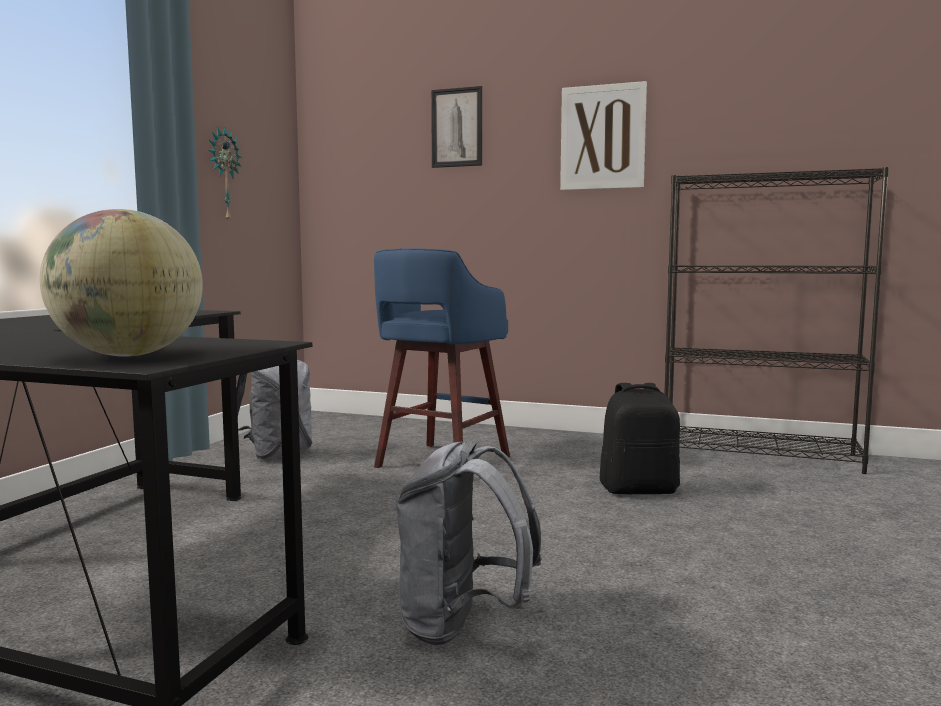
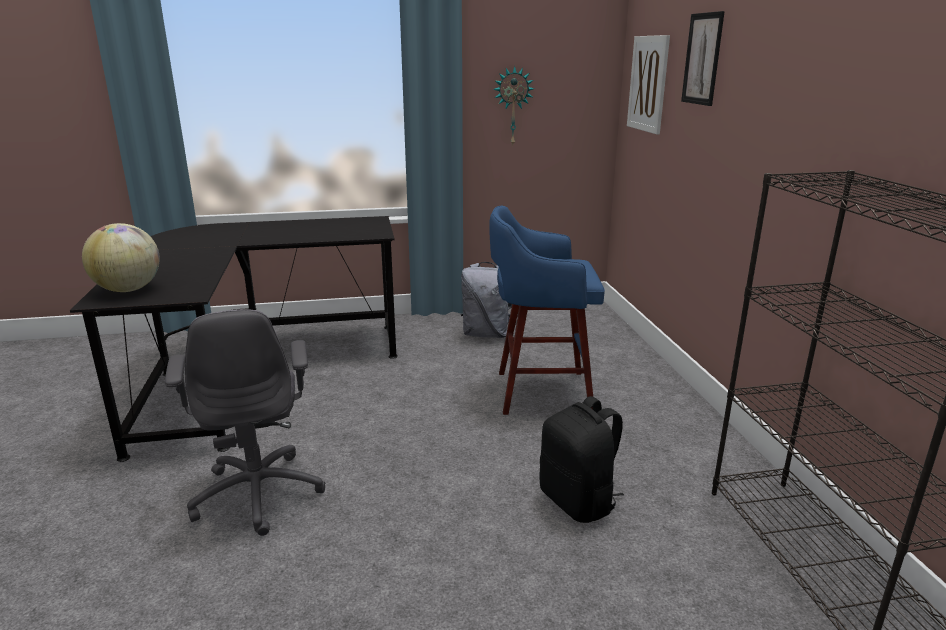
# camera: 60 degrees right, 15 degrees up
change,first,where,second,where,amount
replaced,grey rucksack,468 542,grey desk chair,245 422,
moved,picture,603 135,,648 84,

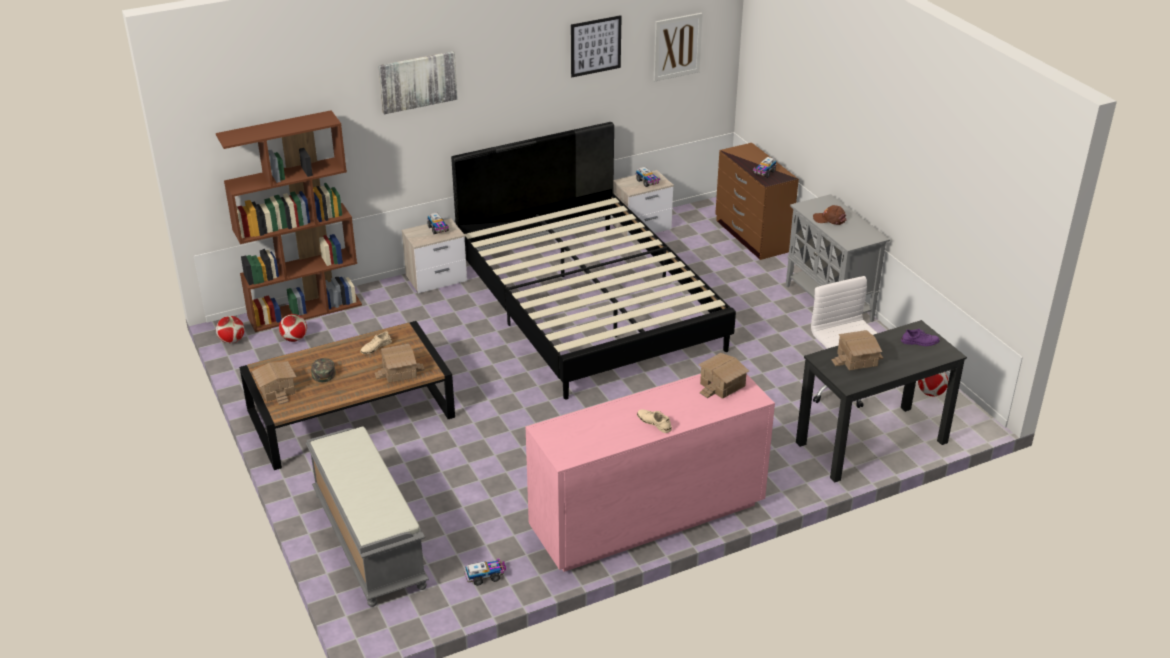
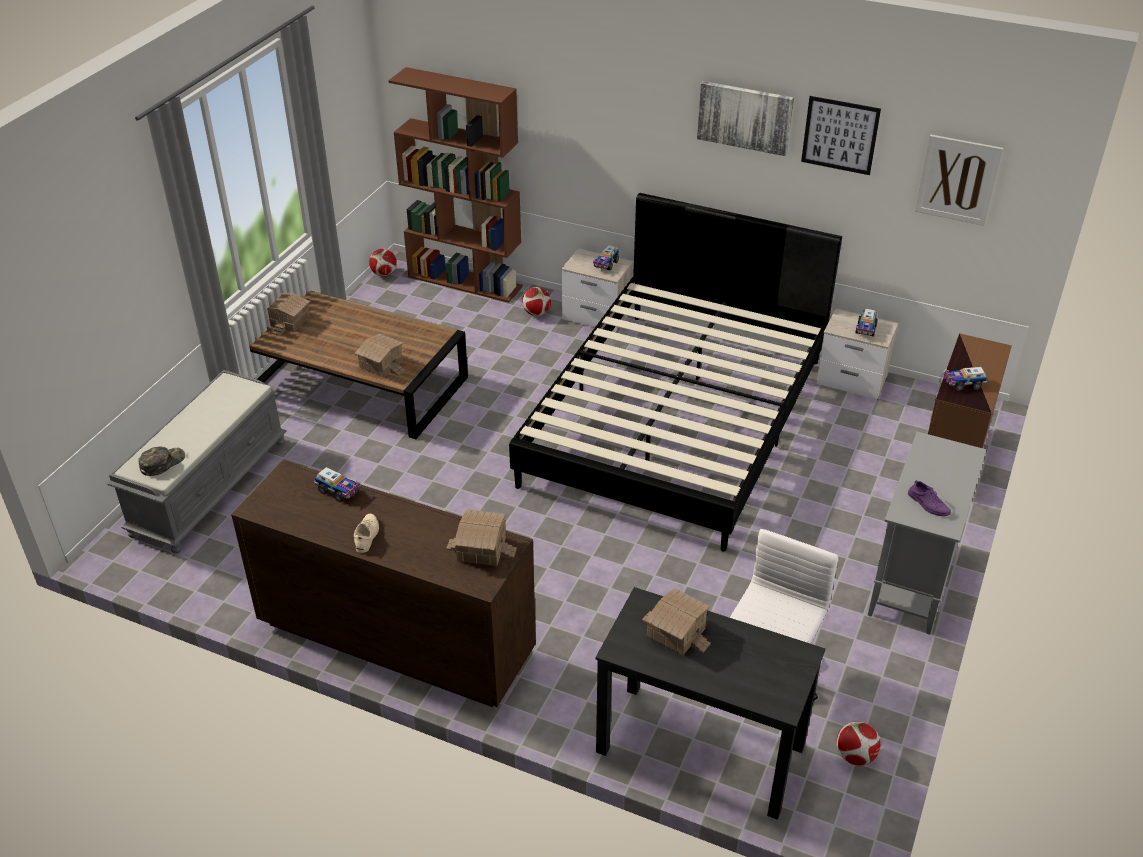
# camera: 50 degrees right, 5 degrees up
change,first,where,second,where,amount
moved,ball for football,293 328,,536 301,
moved,green baseball cap,323 370,,161 461,
removed,beige low shoe,376 342,,,
moved,picture,418 82,,745 118,
moved,model truck,485 572,,337 485,
recoloured,pink chest of drawers,650 473,brown chest of drawers,383 583,
removed,brown baseball cap,830 215,,,
moved,purple-coloured low shoe,920 337,,929 498,

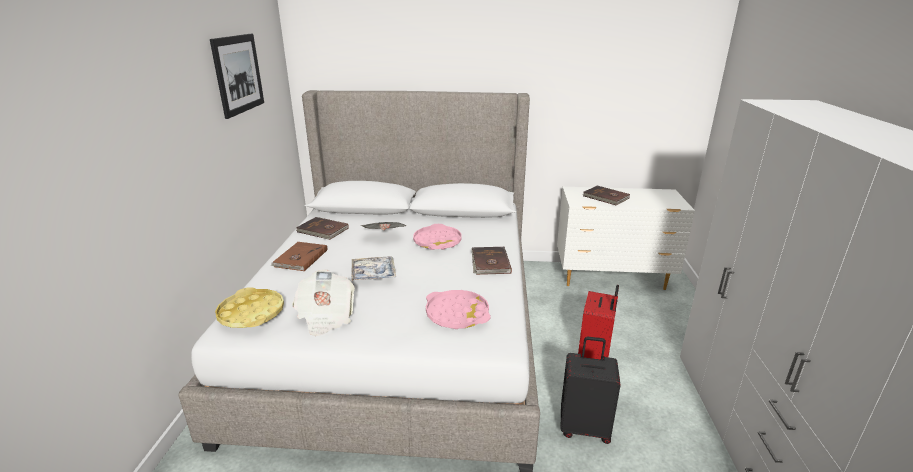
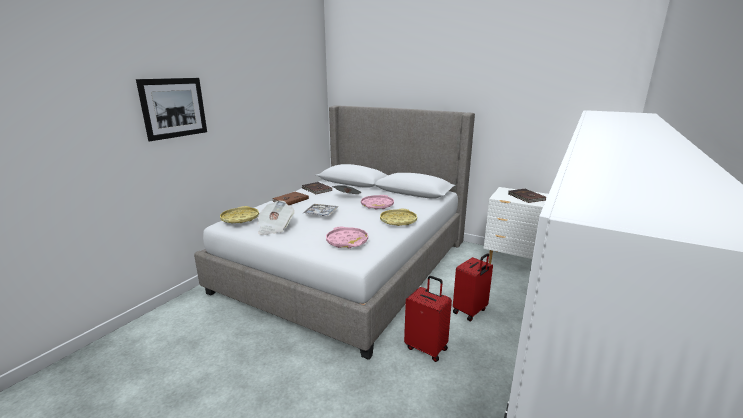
# camera: 25 degrees right, 5 degrees down
change,first,where,second,where,amount
moved,picture,237 76,,171 109,
replaced,brown volume,491 261,yellow-coloured serving tray,398 217,
recoloured,blackish suitcase,590 390,reddish suitcase,428 319,

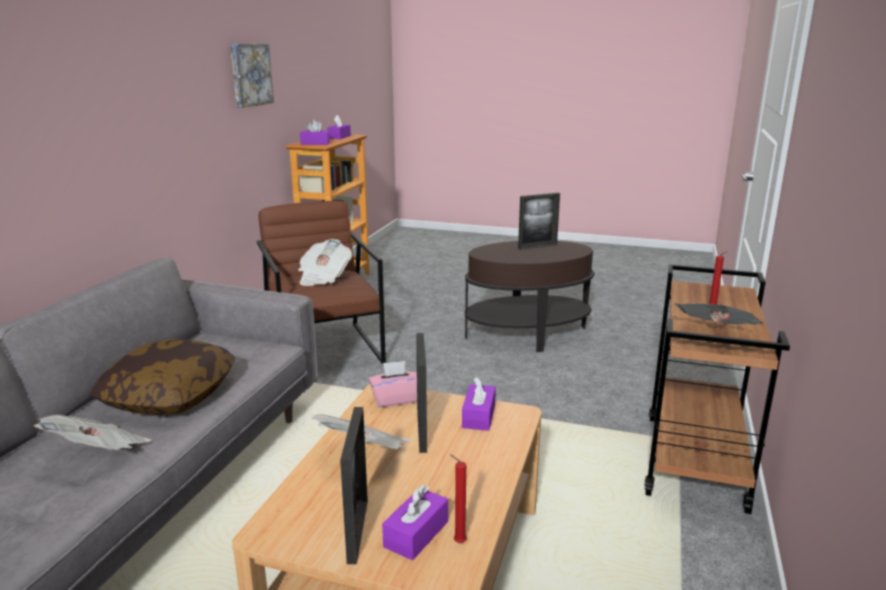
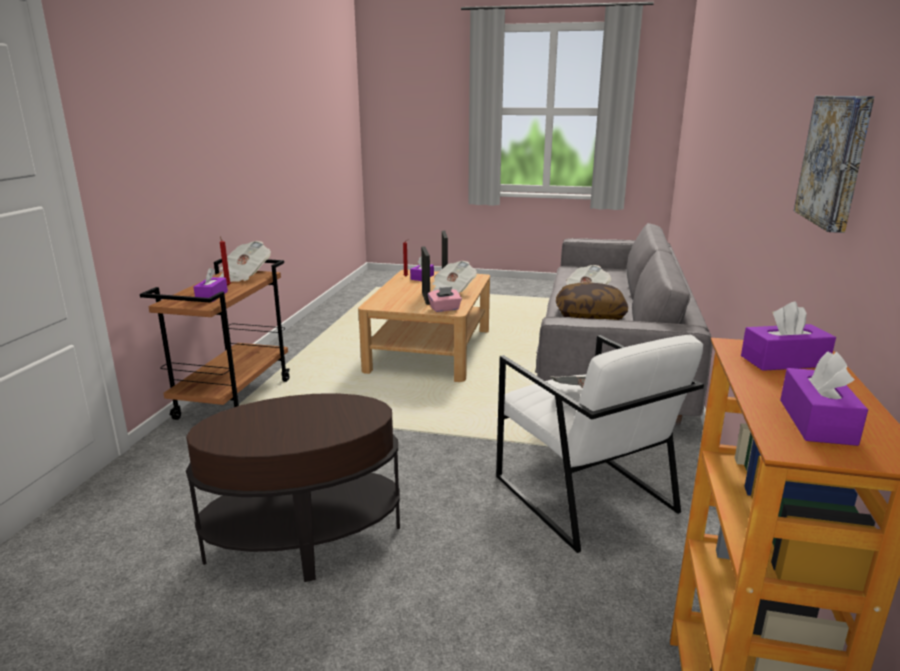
# camera: 175 degrees right, 0 degrees up
change,first,where,second,where,amount
recoloured,brown armchair,321 282,white-coloured armchair,600 444,
moved,purple-coloured box of tissues,479 404,,211 285,
removed,photo frame,539 221,,,

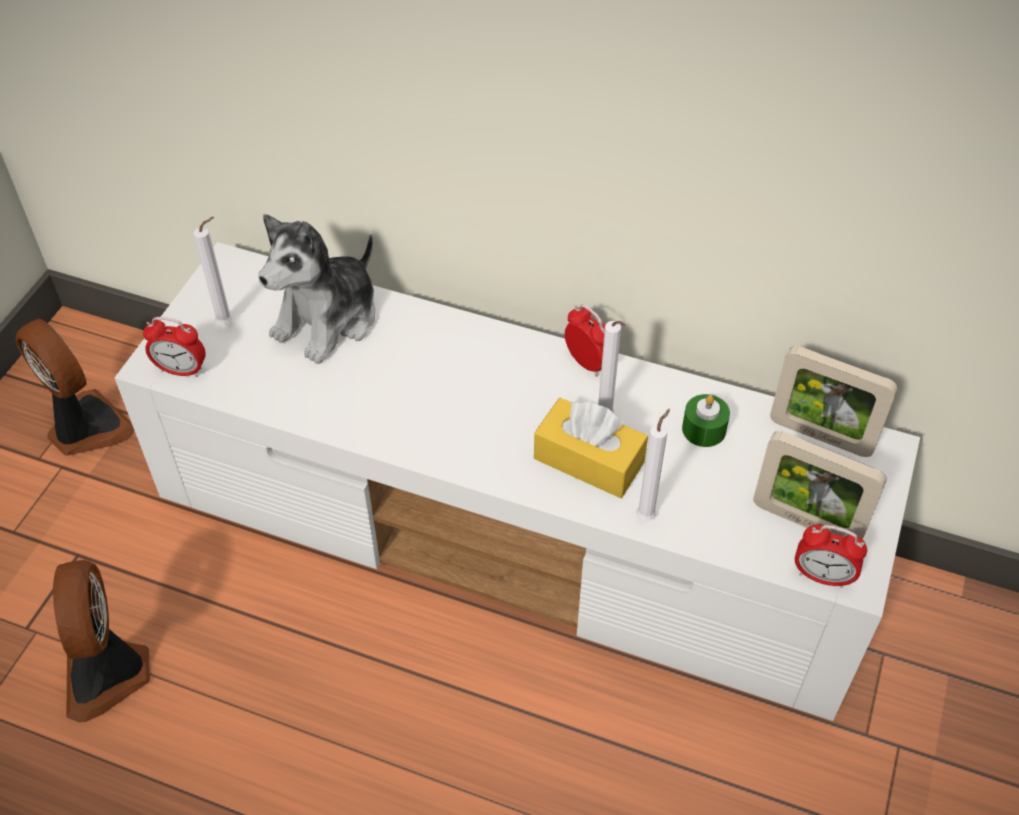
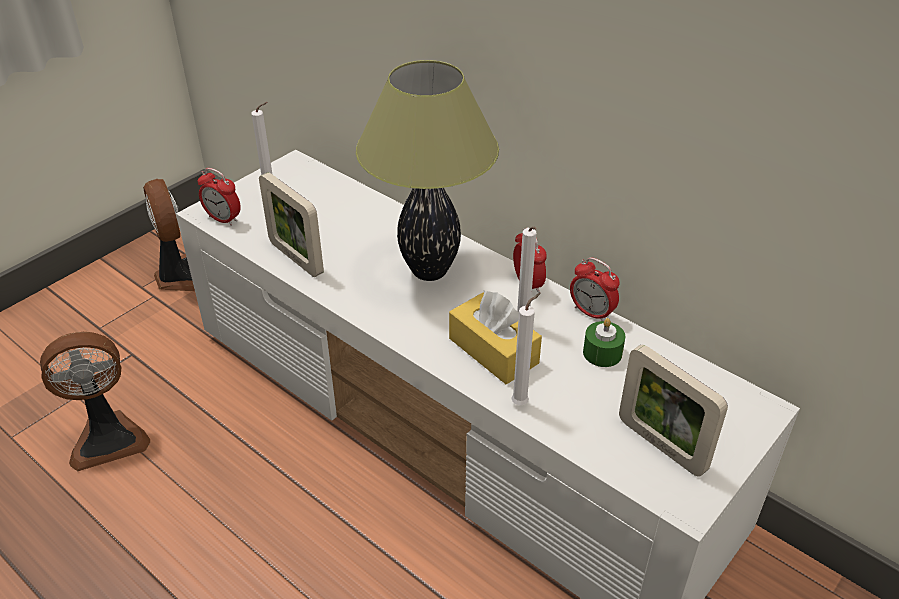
# camera: 20 degrees right, 10 degrees down
change,first,where,second,where,amount
turned,electric fan,101 641,,95 401,120 degrees counterclockwise
removed,plush toy,316 289,,,
moved,photo frame,834 401,,291 224,
moved,alarm clock,831 556,,595 289,
added,,,tabletop lamp,427 170,

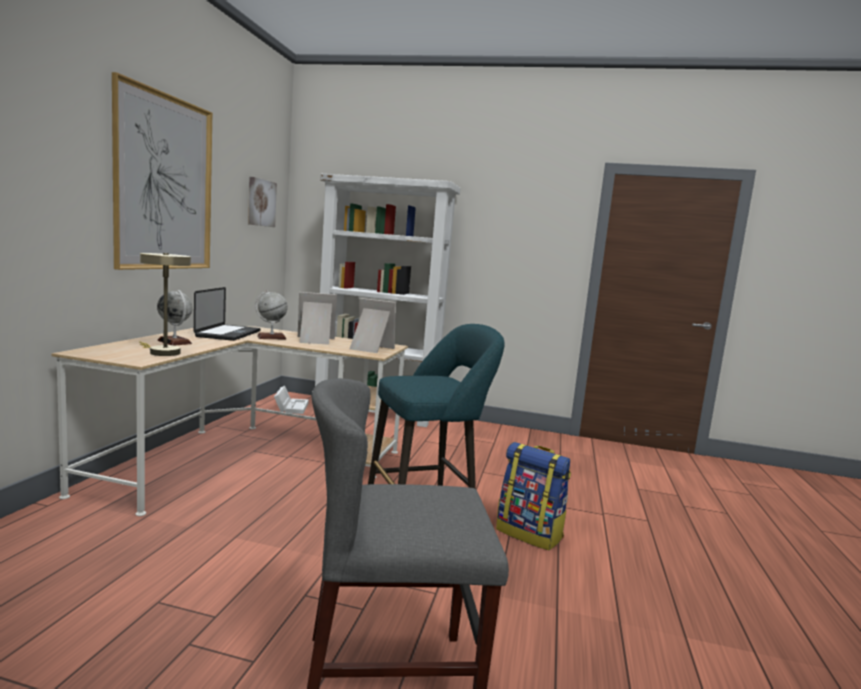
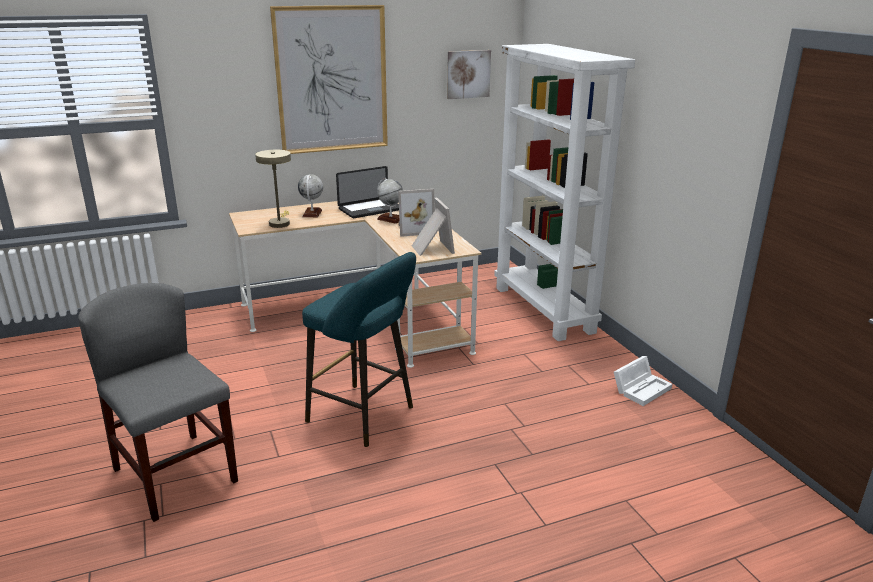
# camera: 55 degrees right, 15 degrees up
change,first,where,second,where,amount
moved,white-coloured storage container,291 400,,643 381,
turned,photo frame,317 318,,416 213,120 degrees clockwise
removed,rucksack,533 496,,,

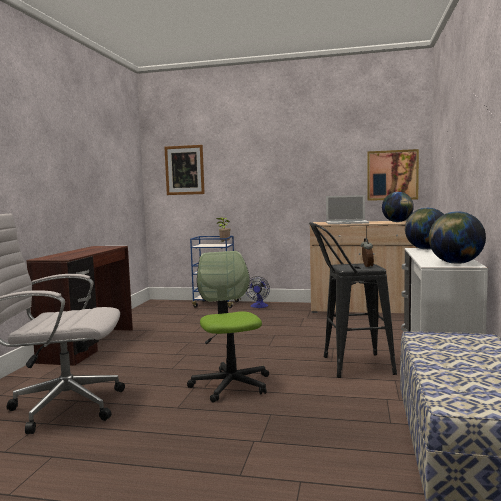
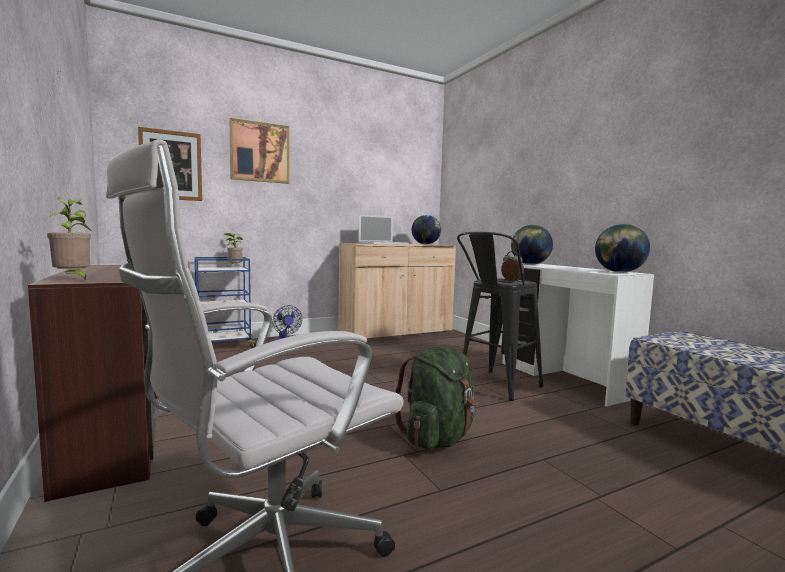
# camera: 40 degrees left, 0 degrees up
change,first,where,second,where,amount
replaced,desk chair,228 327,green rucksack,436 397,
moved,picture,393 175,,259 151,
added,,,houseplant,69 239,

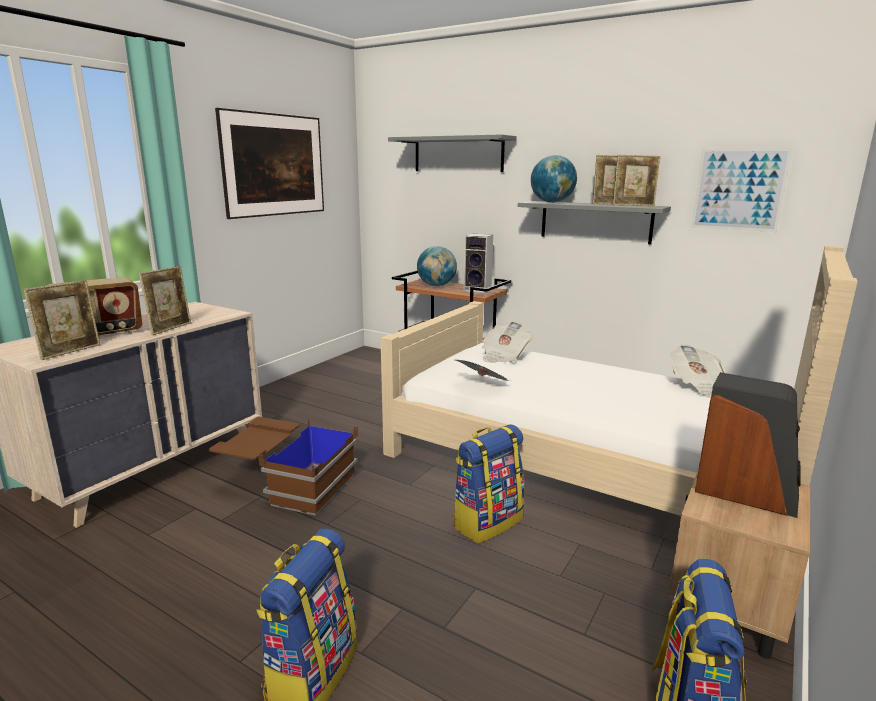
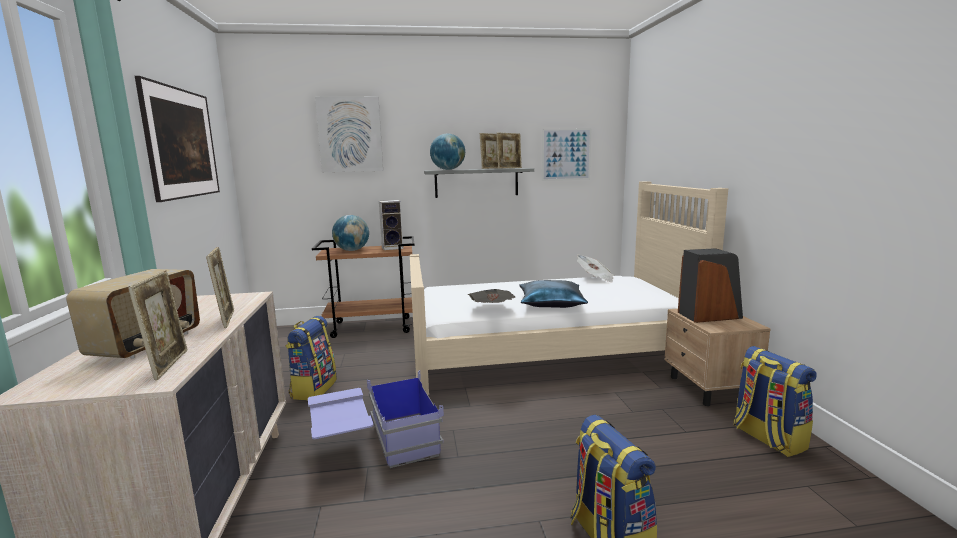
# camera: 40 degrees left, 5 degrees down
change,first,where,second,where,amount
recoloured,brown storage container,283 466,blue storage container,376 419,
replaced,grey wall shelf,452 153,picture,349 134,
moved,rucksack,488 484,,311 358,
removed,daily paper,507 342,,,
added,,,blue throw pillow,553 294,

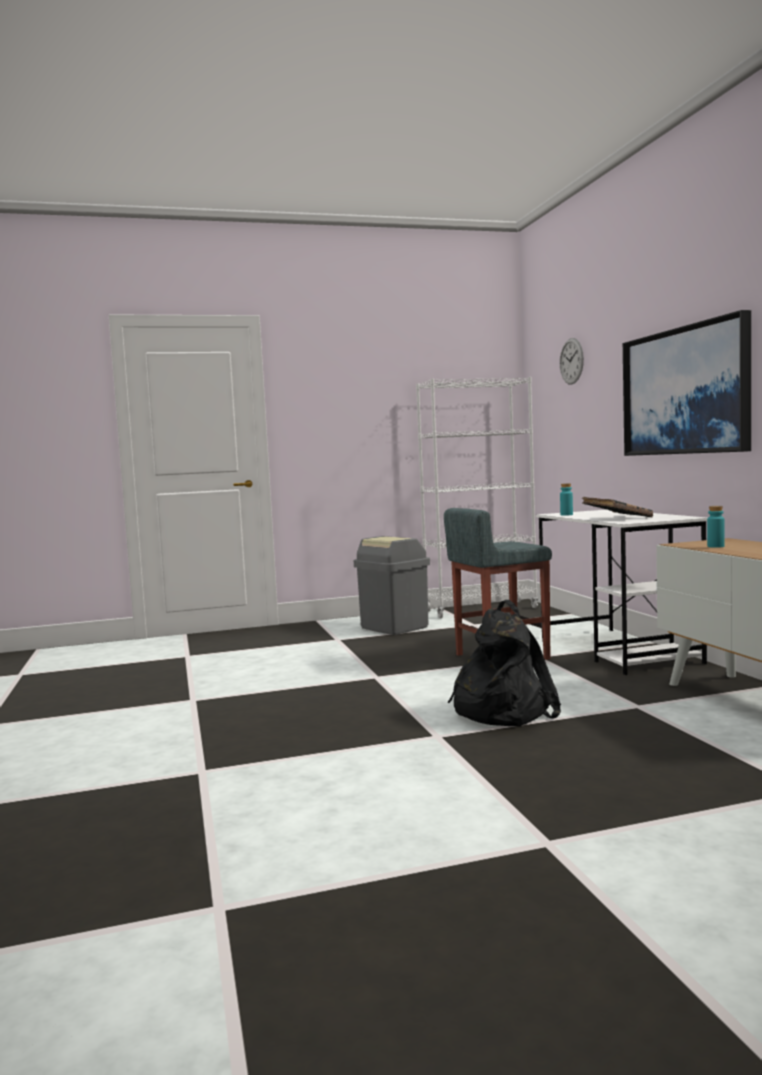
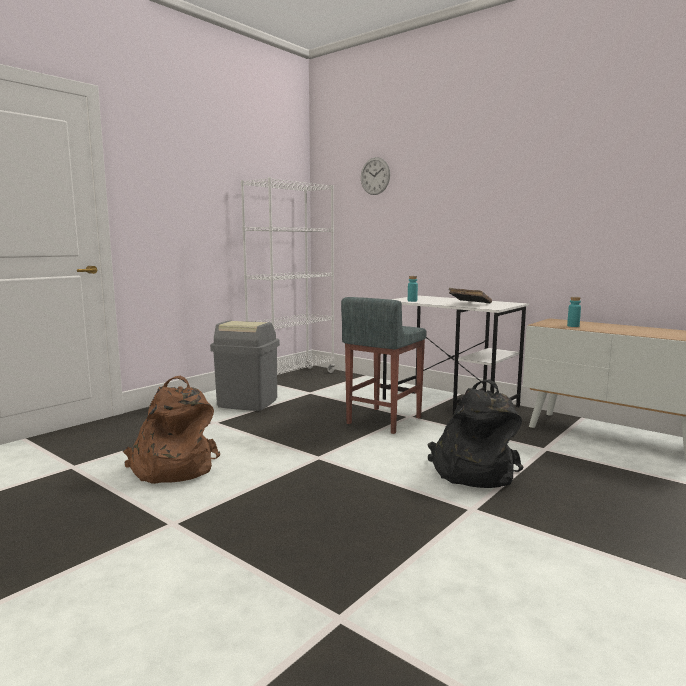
# camera: 35 degrees left, 5 degrees up
change,first,where,second,where,amount
removed,picture,687 383,,,
added,,,brown rucksack,171 430,

